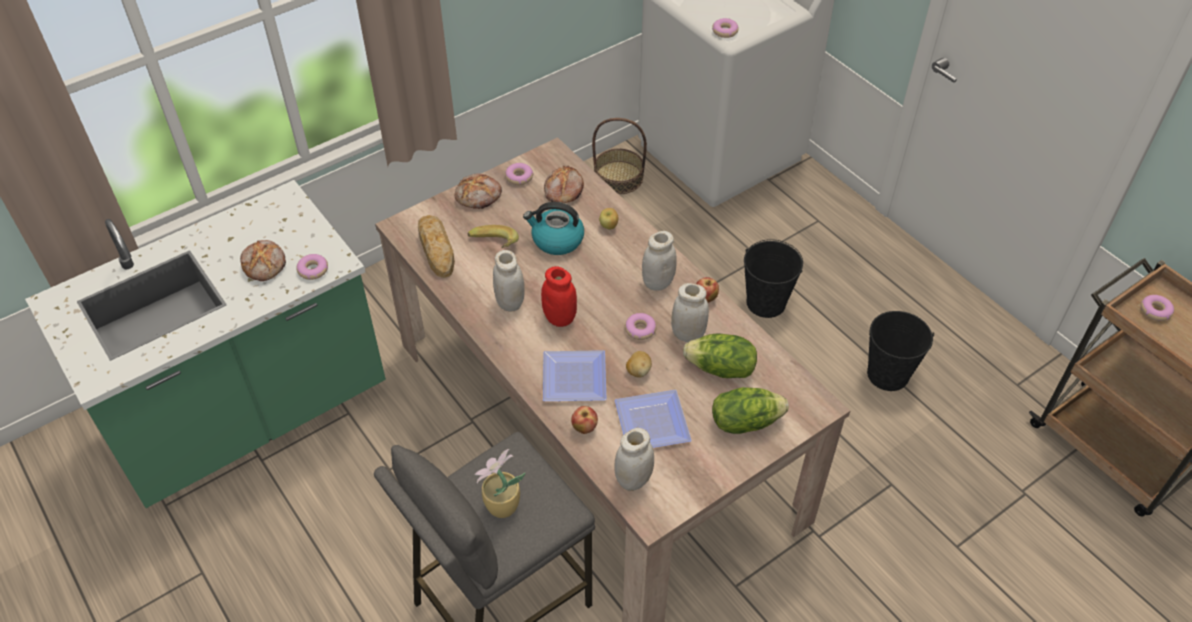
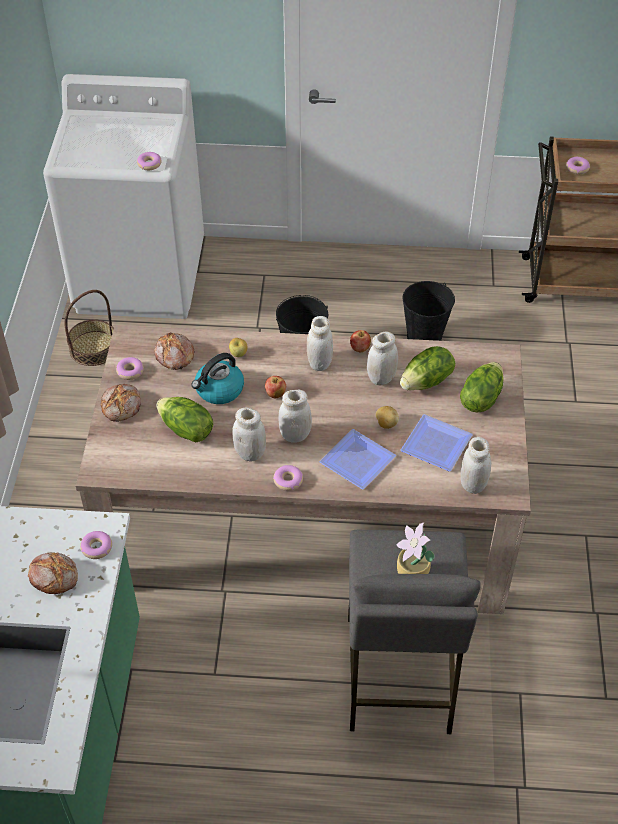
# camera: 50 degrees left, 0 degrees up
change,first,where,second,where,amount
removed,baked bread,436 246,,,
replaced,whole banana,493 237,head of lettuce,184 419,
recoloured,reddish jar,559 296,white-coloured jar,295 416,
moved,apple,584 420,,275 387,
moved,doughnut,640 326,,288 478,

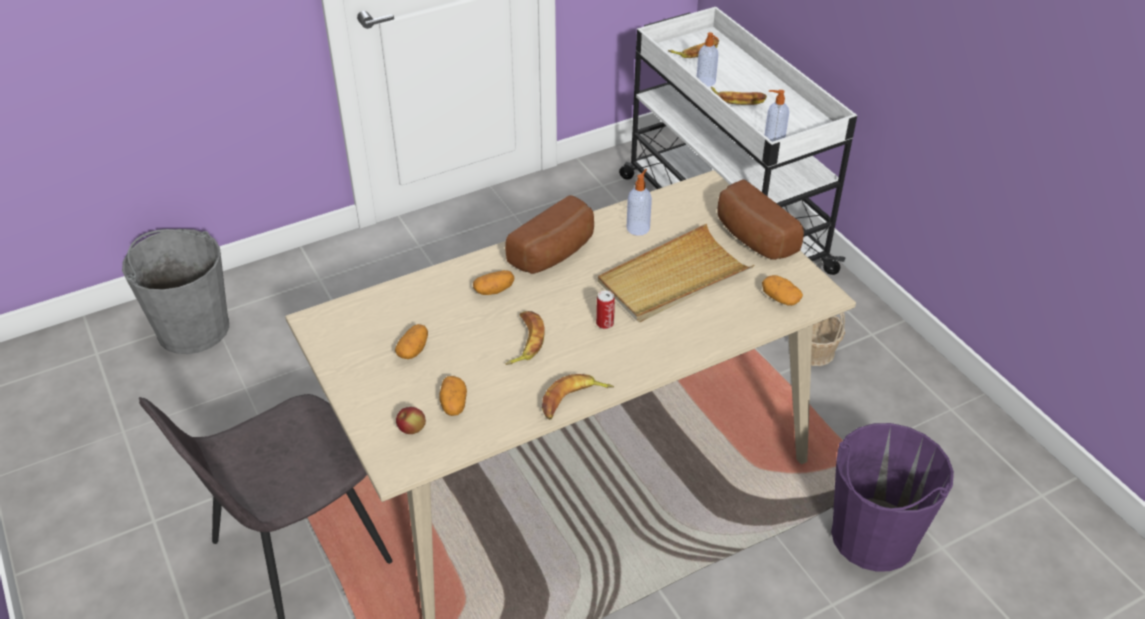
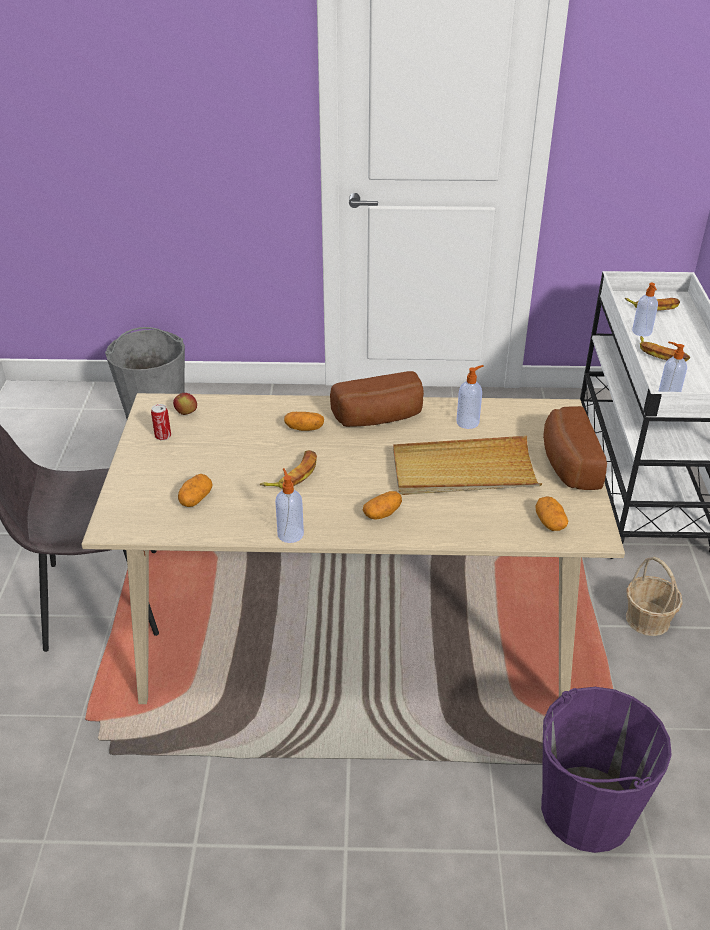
# camera: 30 degrees right, 5 degrees down
change,first,where,second,where,amount
moved,whole potato,411 341,,382 505,
moved,apple,411 420,,185 404,
replaced,whole banana,578 397,soap dispenser,289 505,
moved,sealed can,605 310,,161 422,

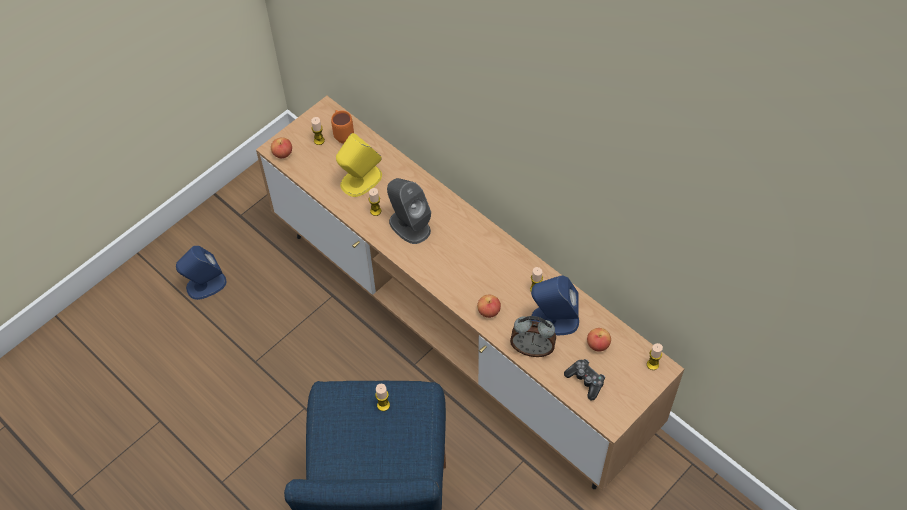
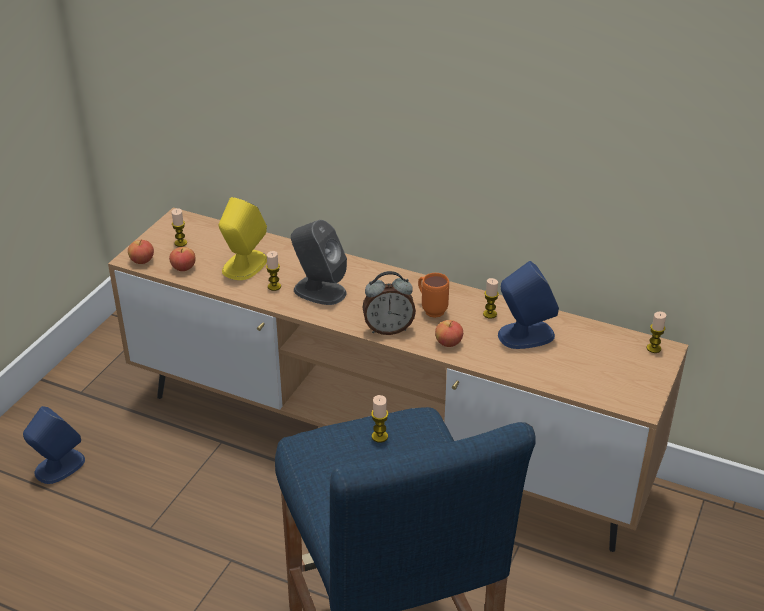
# camera: 20 degrees left, 20 degrees down
change,first,where,second,where,amount
moved,orange tea mug,342 126,,433 295,
moved,alarm clock,533 336,,389 303,
removed,joypad,584 379,,,
moved,apple,599 340,,182 259,

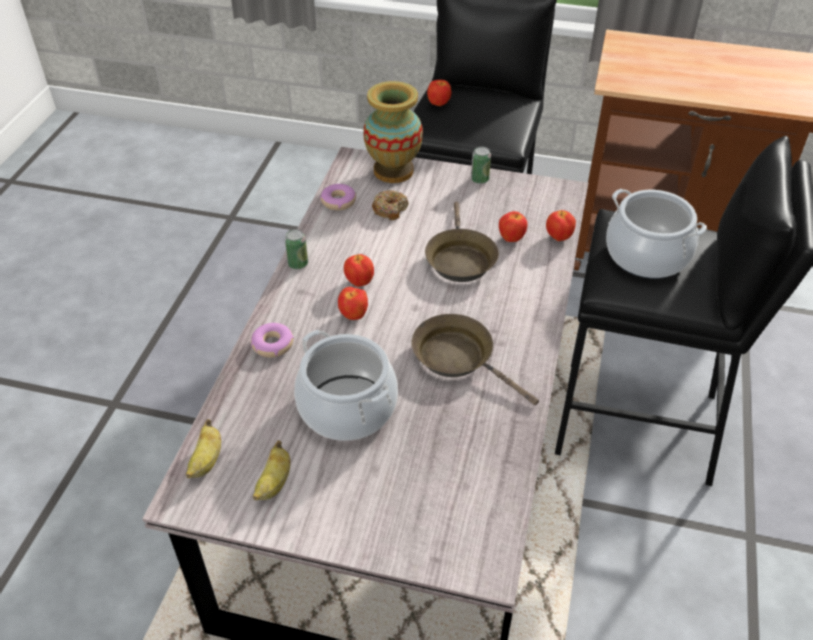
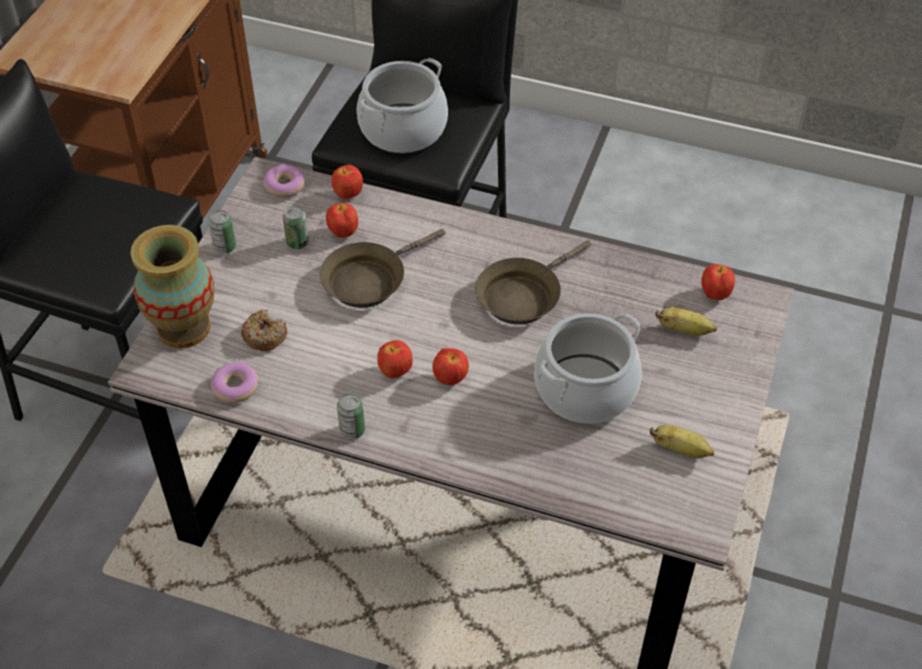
# camera: 85 degrees left, 5 degrees up
change,first,where,second,where,amount
moved,whole banana,203 448,,686 321,
moved,doughnut,272 340,,284 181,
turned,brown frying pan,462 242,,382 268,135 degrees clockwise
moved,apple,439 93,,718 282,
added,,,sealed can,296 227,

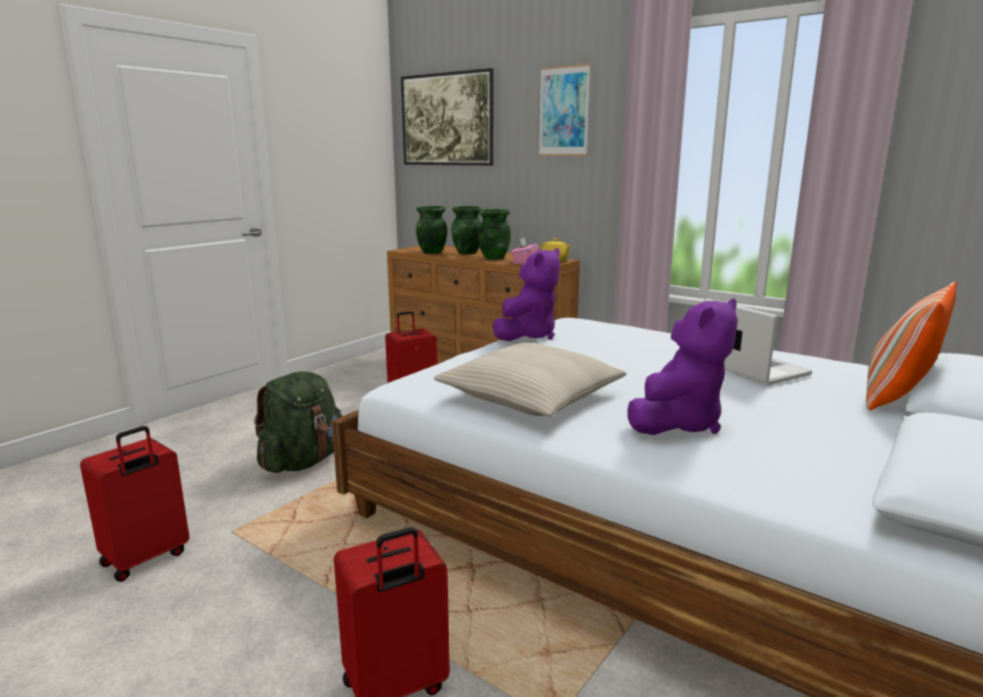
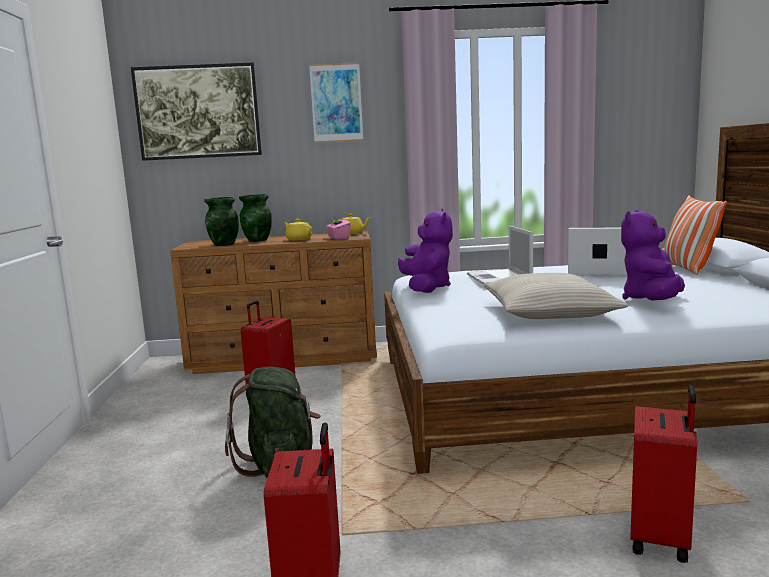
# camera: 40 degrees left, 5 degrees down
change,first,where,second,where,amount
replaced,green vase,494 234,yellow-coloured pot for tea,298 230,
turned,purple-coloured plush toy,683 366,,653 255,150 degrees counterclockwise
added,,,laptop,500 255,

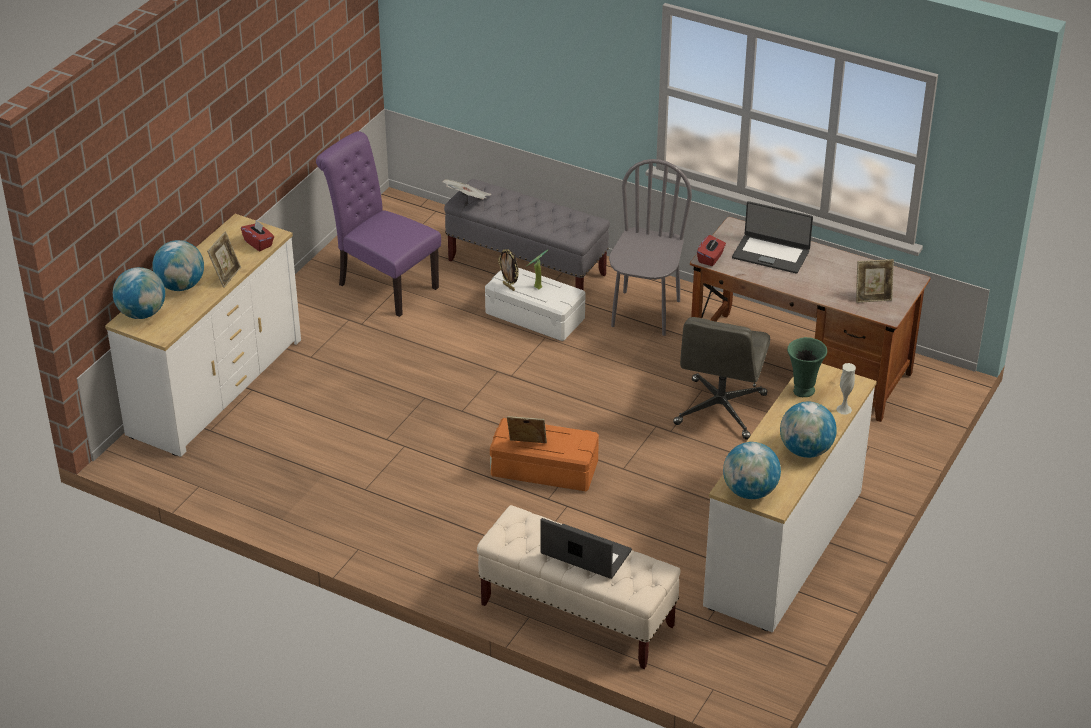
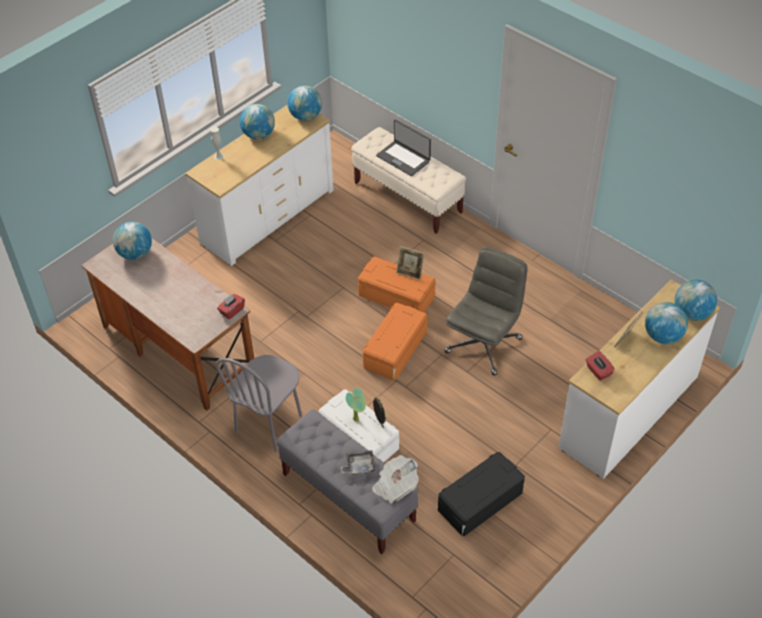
# camera: 165 degrees left, 10 degrees up
change,first,where,second,where,amount
replaced,purple-coloured chair,378 224,blackish storage container,481 494,
moved,grey desk chair,721 378,,486 311,
removed,laptop,772 237,,,
removed,green vase,807 367,,,
replaced,photo frame,875 281,globe,132 241,
added,,,grey serving tray,358 462,
added,,,orange storage container,395 341,

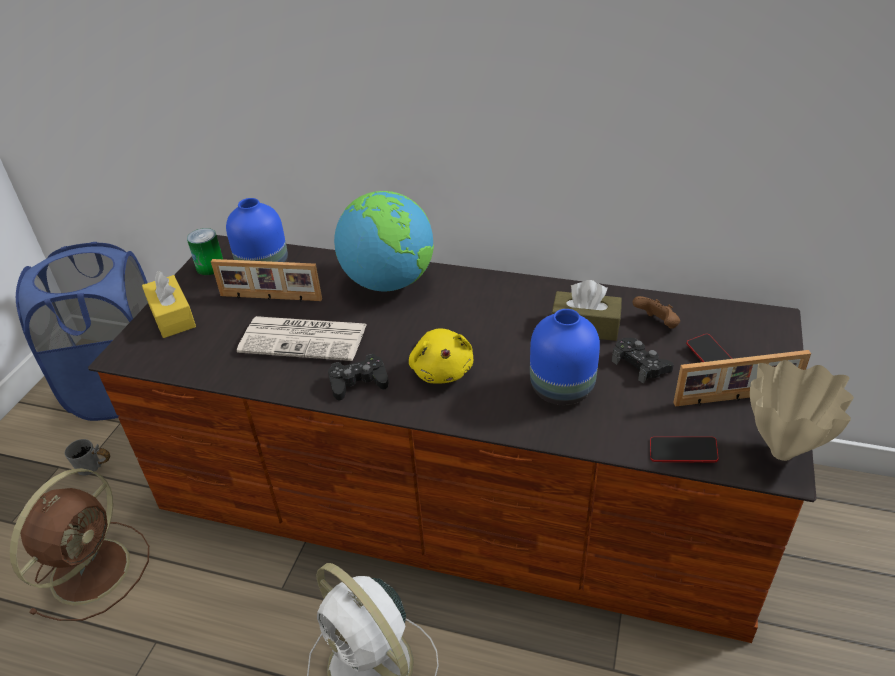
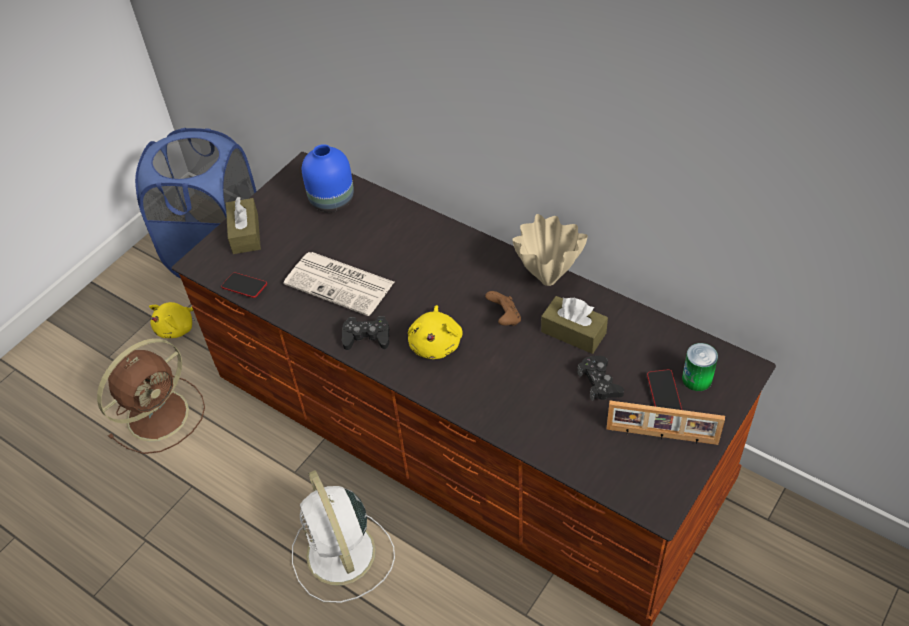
# camera: 20 degrees right, 10 degrees up
change,first,where,second,where,amount
replaced,grey tea mug,87 457,yellow-coloured plush toy,172 320,
recoloured,yellow-coloured box of tissues,169 304,brown box of tissues,243 225,
moved,sealed can,205 251,,700 367,
removed,photo frame,266 280,,,
removed,globe,384 241,,,
removed,blue vase,565 357,,,
moved,brown joypad,656 312,,503 308,
moved,telephone,684 450,,244 285,
moved,beige vase,802 410,,550 250,

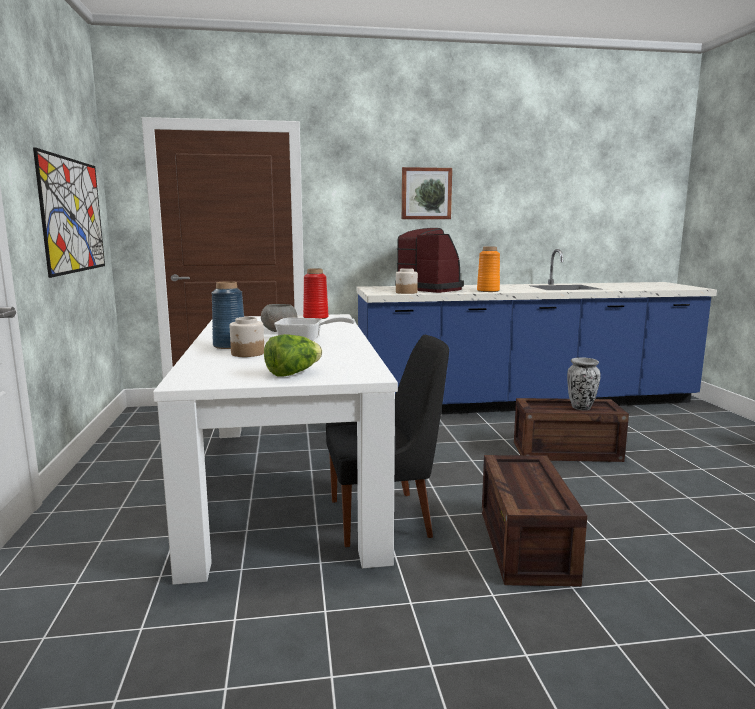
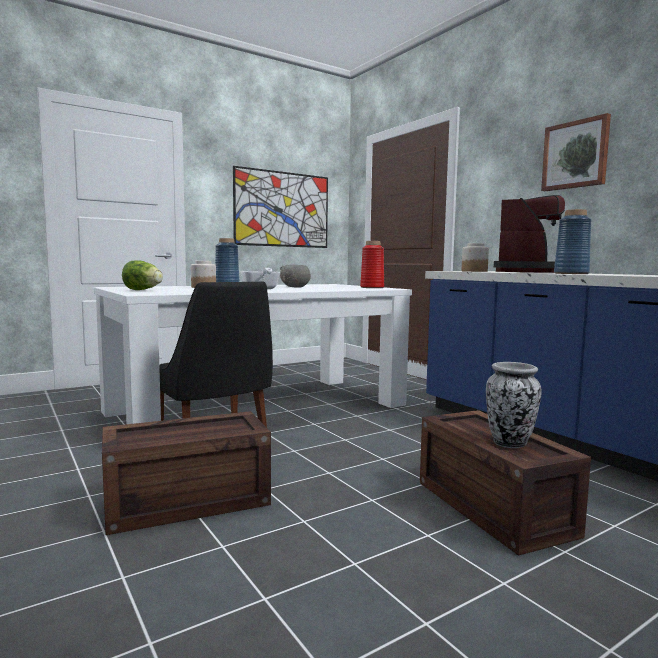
# camera: 65 degrees right, 5 degrees down
change,first,where,second,where,amount
recoloured,orange vase,488 269,blue vase,573 241,

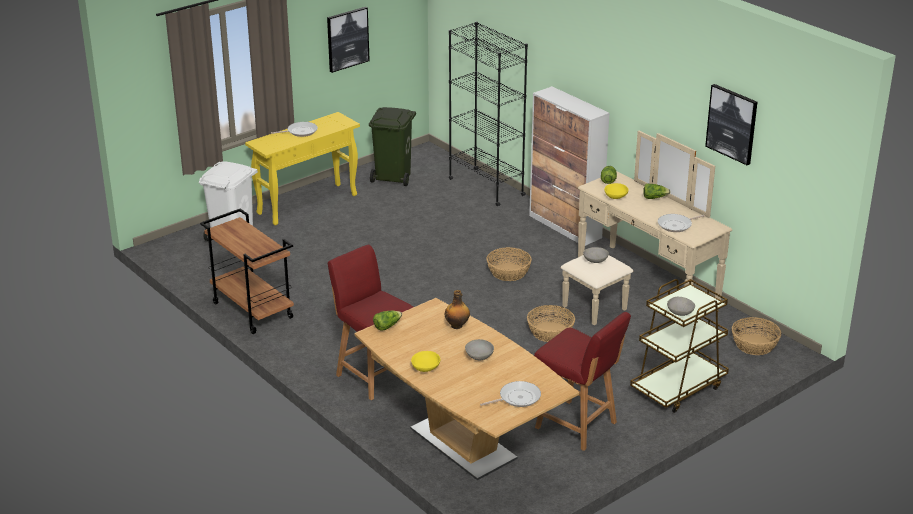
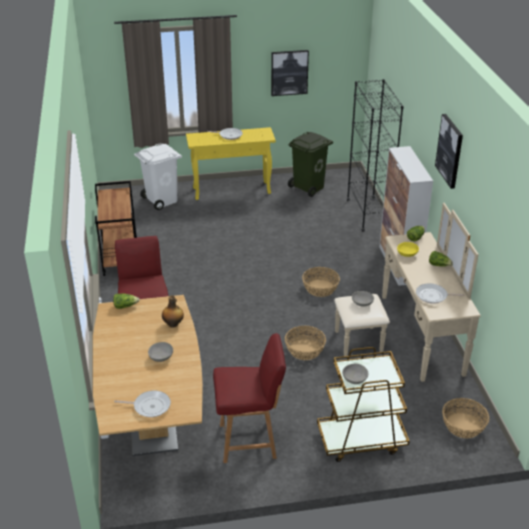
# camera: 30 degrees right, 5 degrees up
change,first,where,second,where,amount
removed,yellow-coloured deep dish,425 361,,,
turned,reddish chair,582 381,,249 398,75 degrees counterclockwise
moved,picture,731 124,,449 151,

